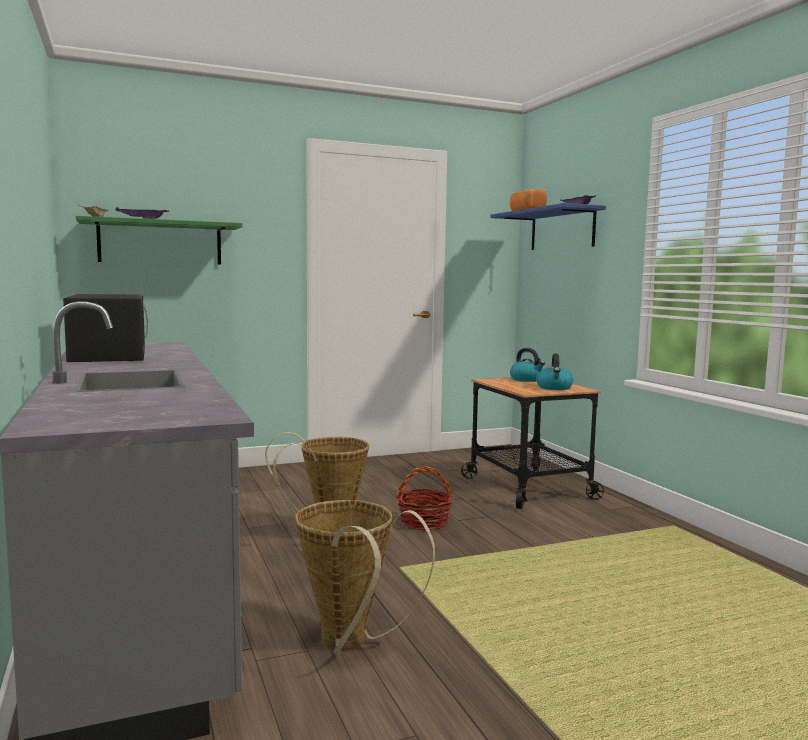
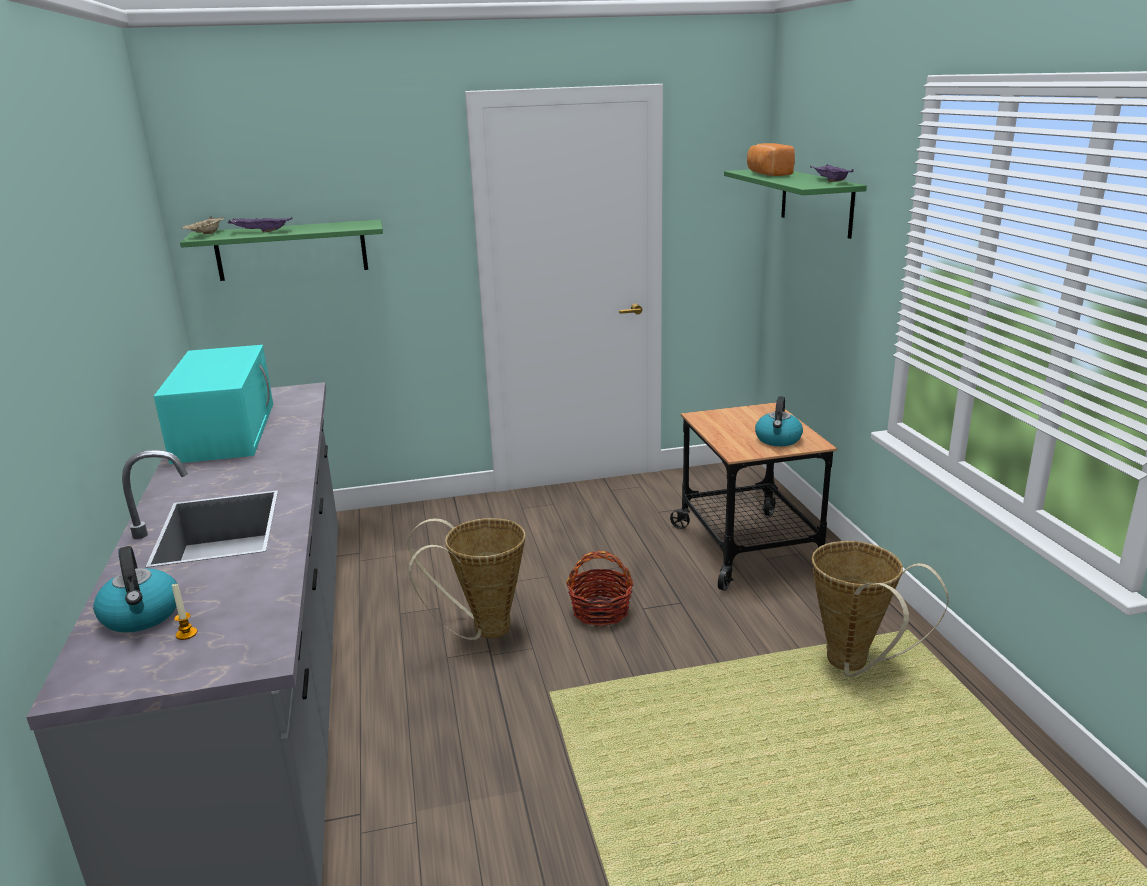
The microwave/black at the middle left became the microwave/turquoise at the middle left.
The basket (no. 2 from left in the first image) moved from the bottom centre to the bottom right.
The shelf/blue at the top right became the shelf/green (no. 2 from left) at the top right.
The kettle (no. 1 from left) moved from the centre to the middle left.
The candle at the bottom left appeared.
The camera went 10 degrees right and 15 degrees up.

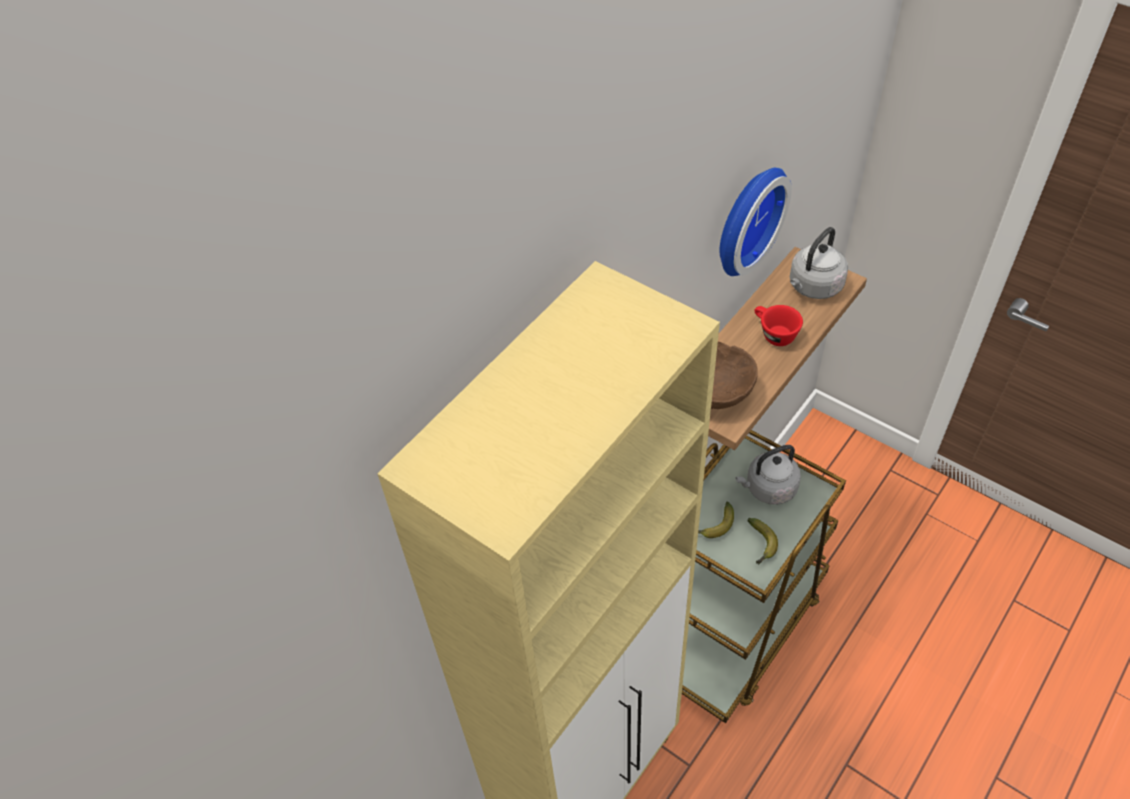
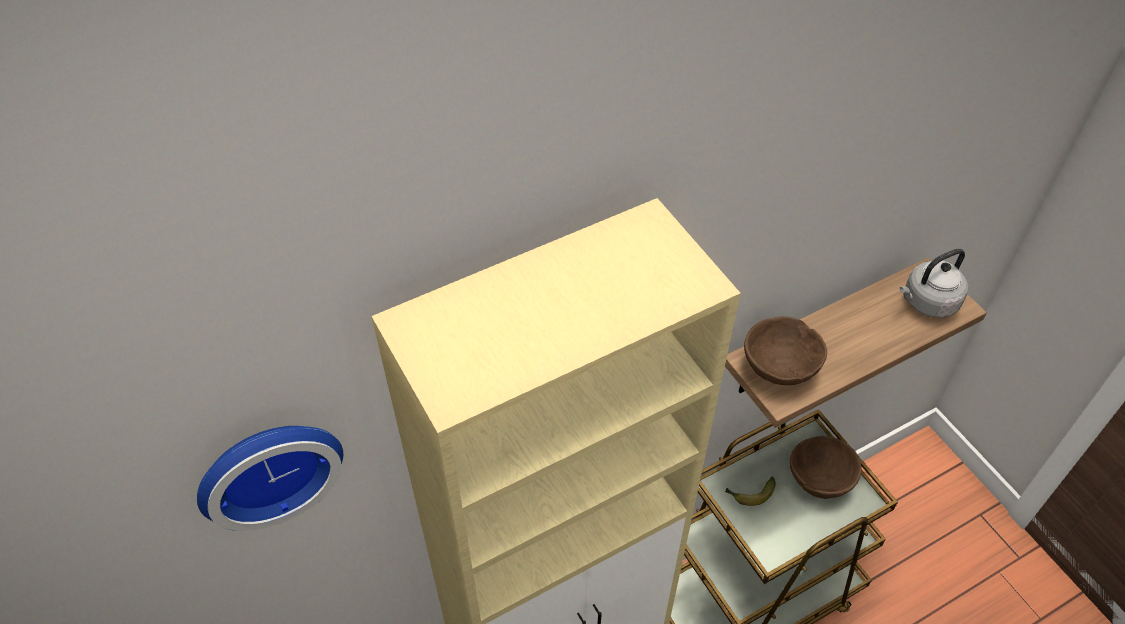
The wall clock moved from the top right to the bottom left.
The kettle/grey (no. 1 from left) at the middle right was replaced by the bowl/brown (no. 2 from left) at the bottom right.
The banana (no. 2 from left) at the bottom right disappeared.
The cup/red at the middle right disappeared.
The camera went 20 degrees right and 0 degrees up.

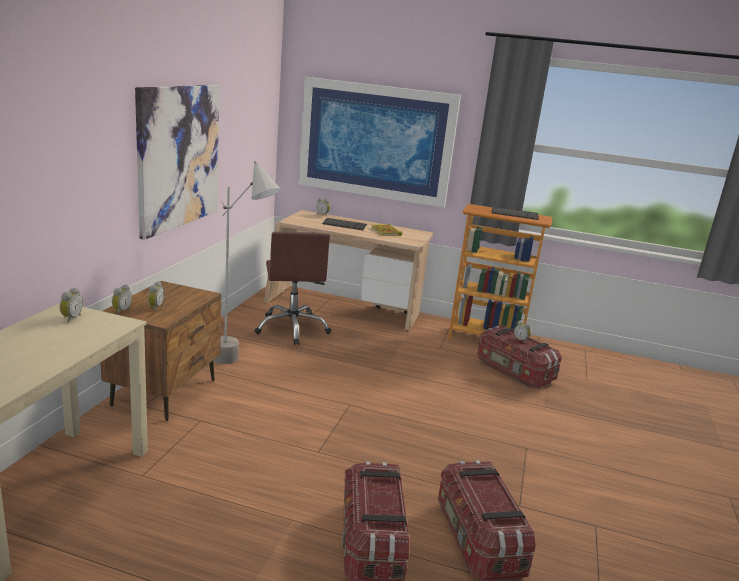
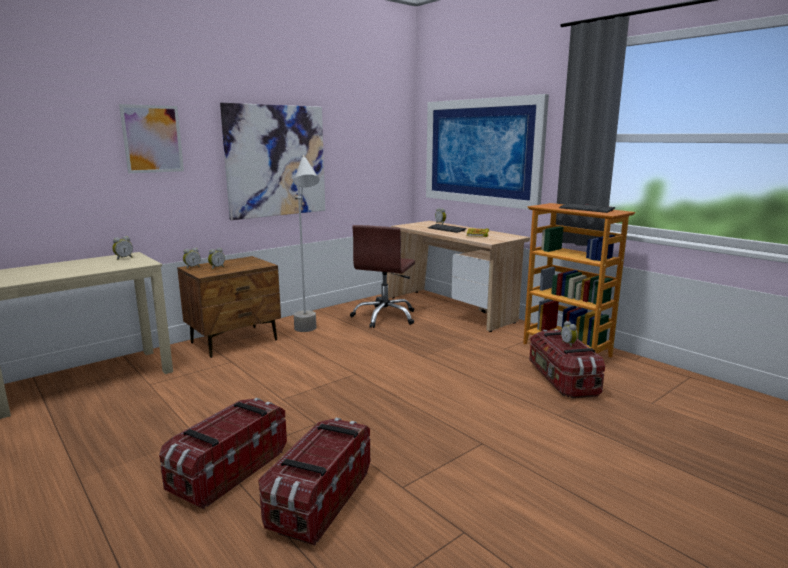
The picture (no. 1 from left) at the top left appeared.
The camera went 35 degrees right and 5 degrees down.

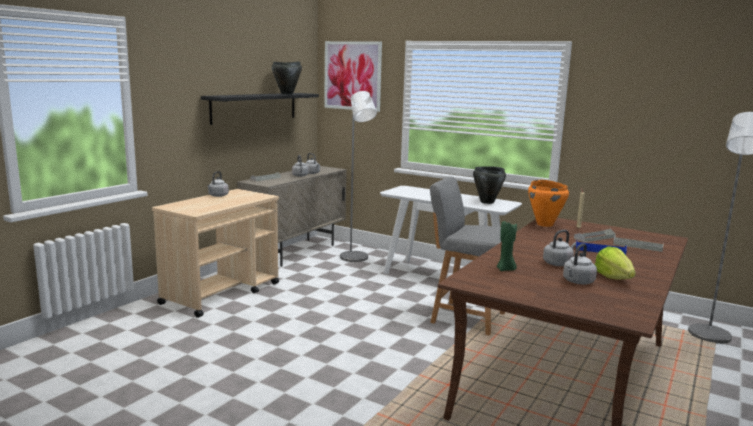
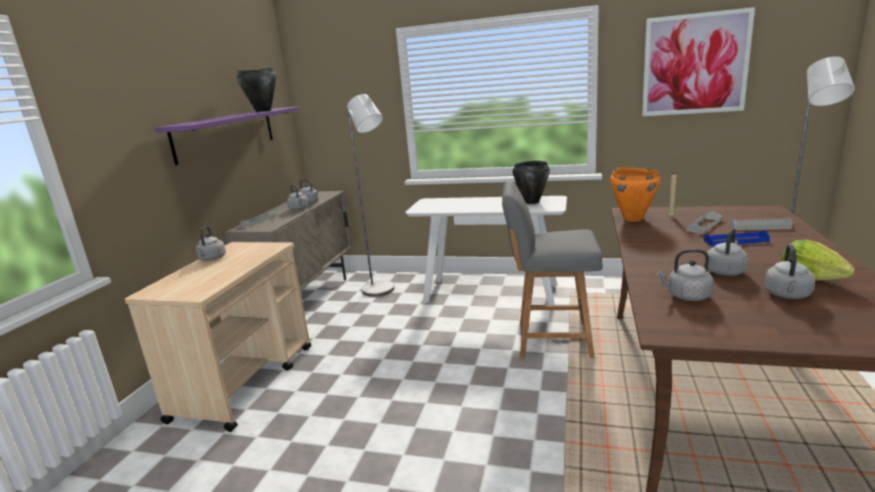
The shelf/black at the top centre became the shelf/purple at the top left.
The picture moved from the top centre to the top right.
The candle/green at the middle right was replaced by the kettle/grey (no. 4 from left) at the middle right.
The camera went 15 degrees left and 5 degrees up.

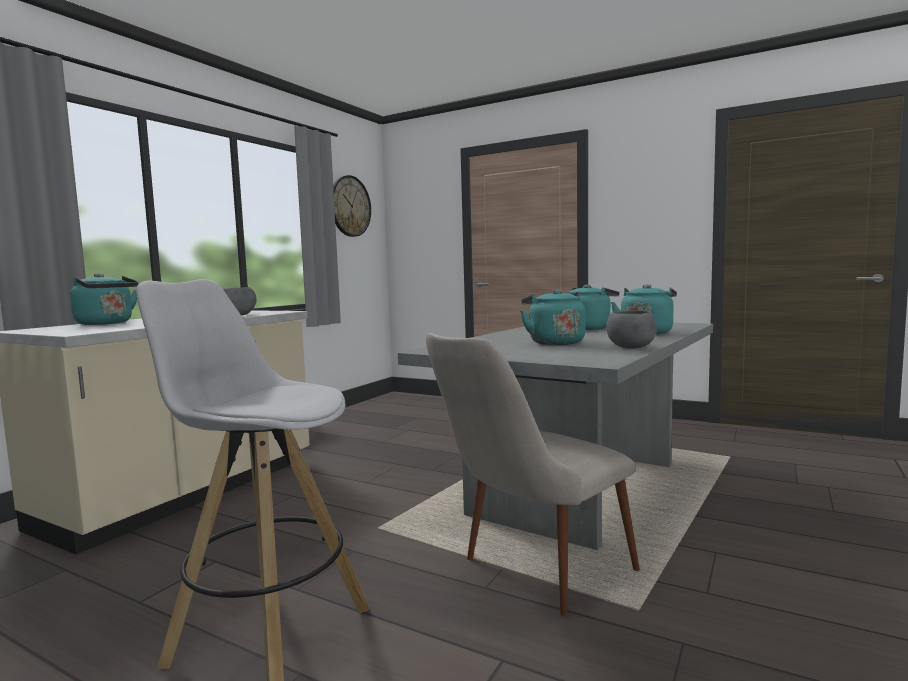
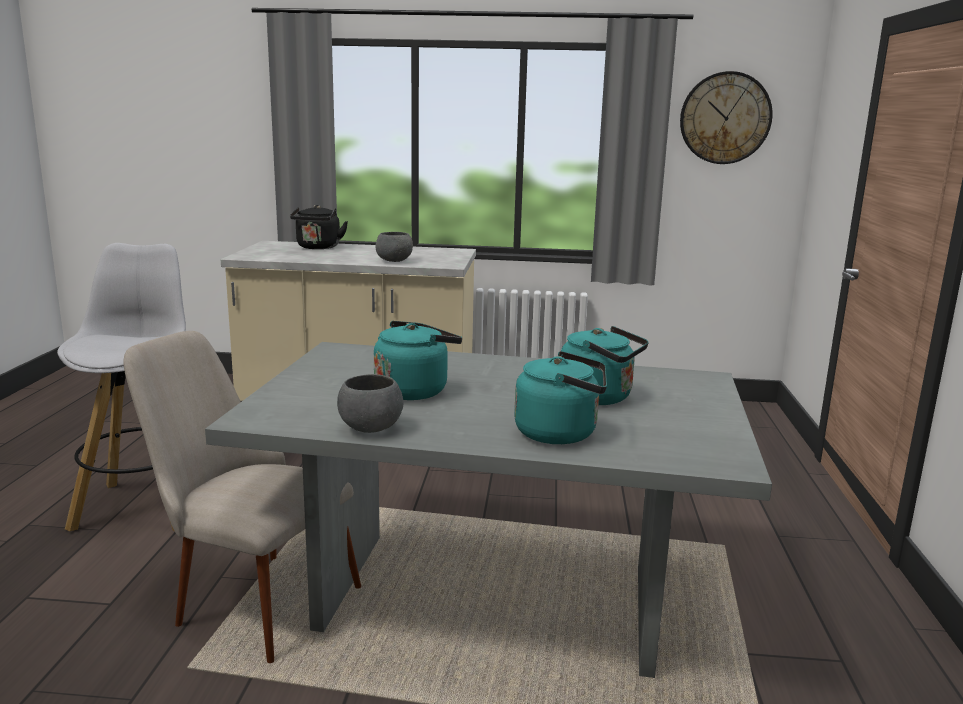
The kettle/turquoise (no. 1 from left) at the middle left became the kettle/black at the top left.
The camera went 65 degrees right and 10 degrees up.

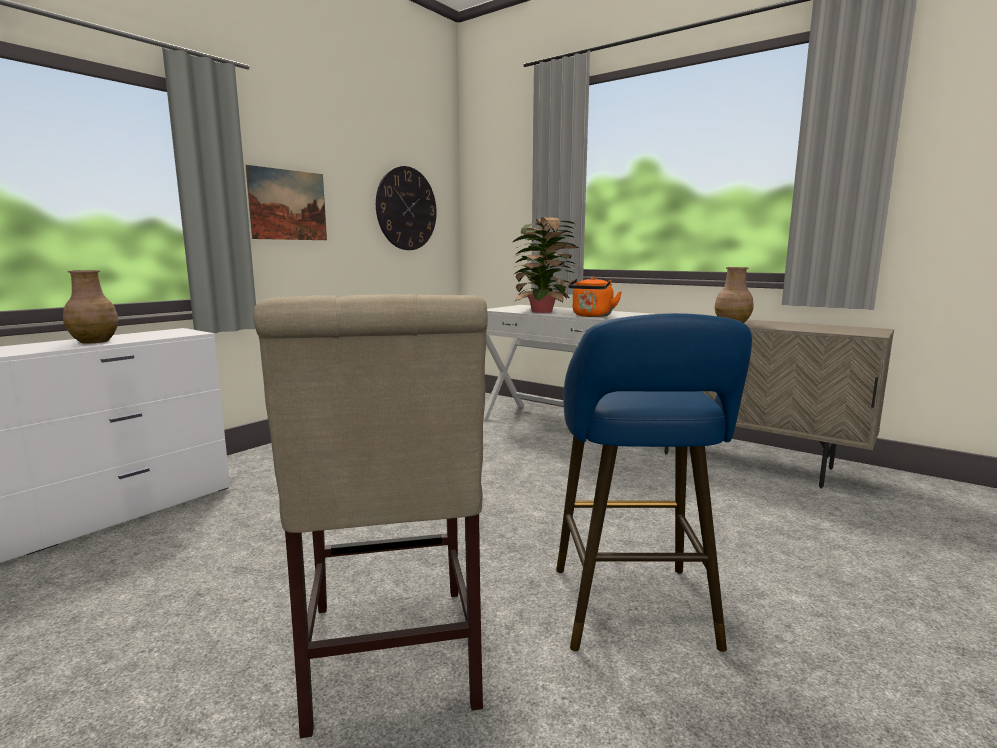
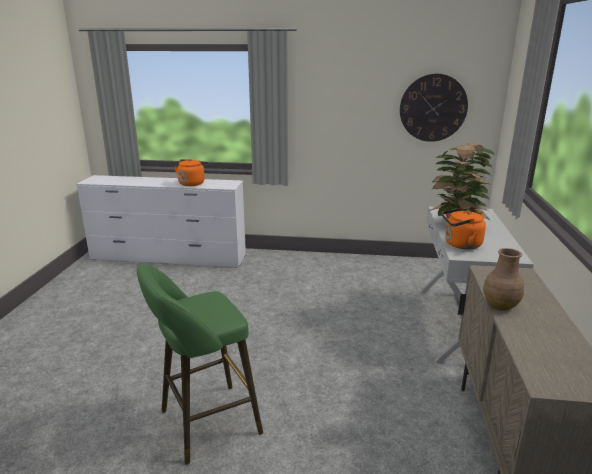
The vase/brown (no. 1 from left) at the middle left was replaced by the kettle/orange (no. 1 from left) at the middle left.
The picture at the top left disappeared.
The chair/beige at the bottom centre disappeared.
The stool/blue at the centre became the stool/green at the bottom centre.
The camera went 60 degrees right and 10 degrees up.

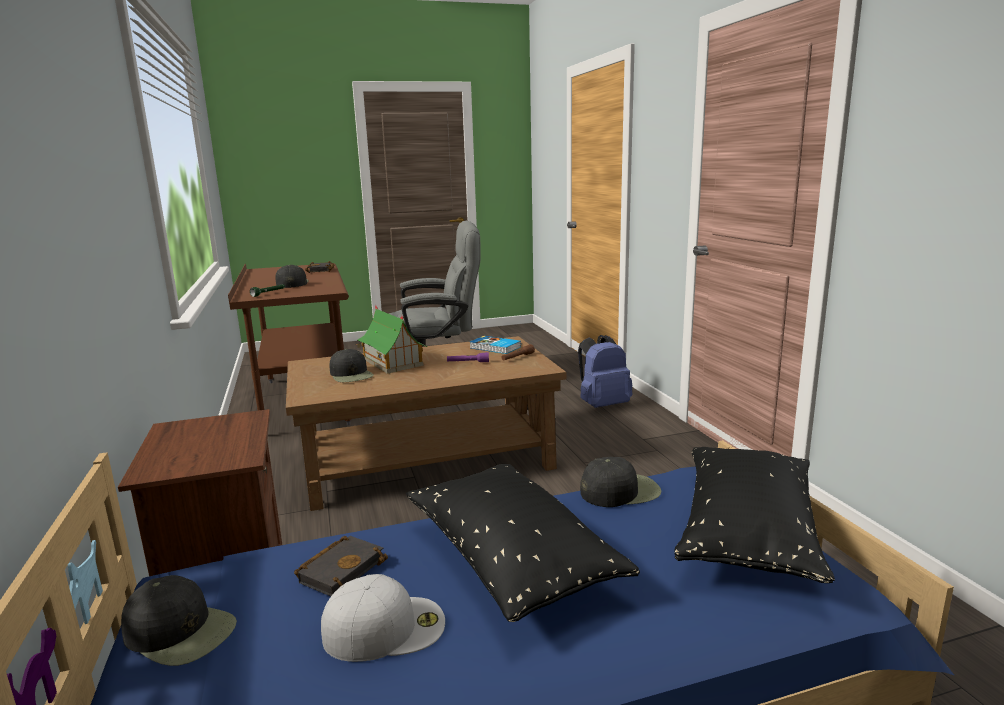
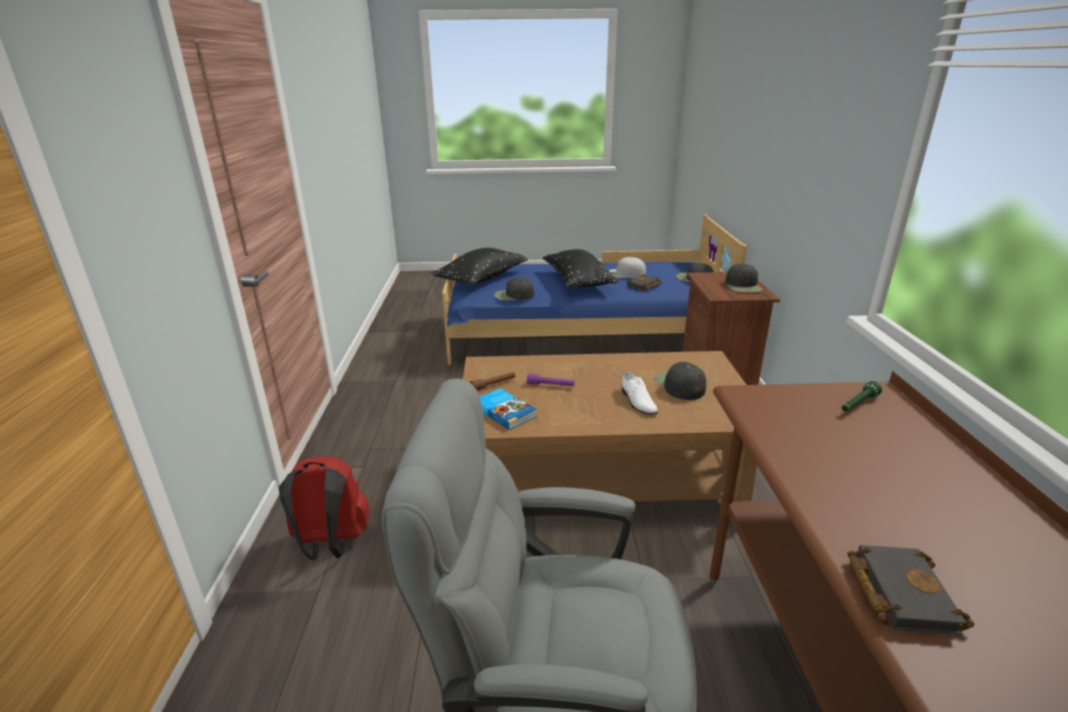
The cap/black (no. 2 from left in the first image) moved from the middle left to the middle right.
The toy house at the centre was replaced by the shoe/white at the centre.
The backpack/blue at the centre became the backpack/red at the bottom left.
The camera went 165 degrees left and 10 degrees up.

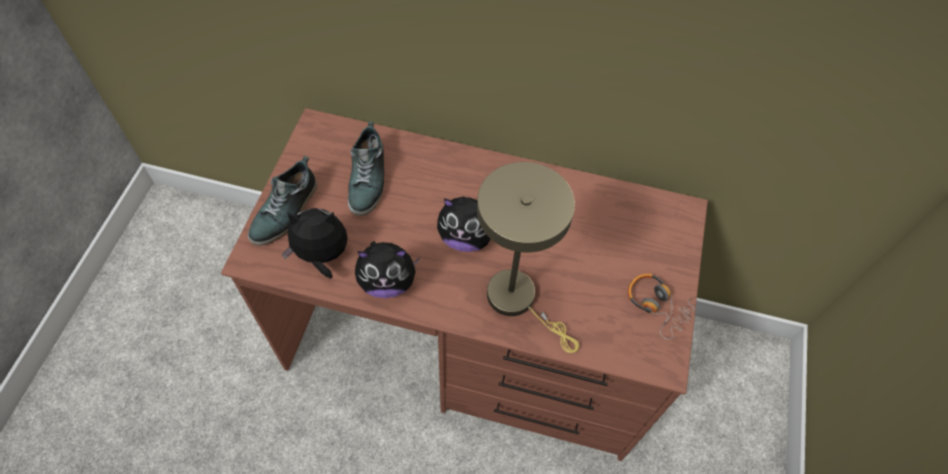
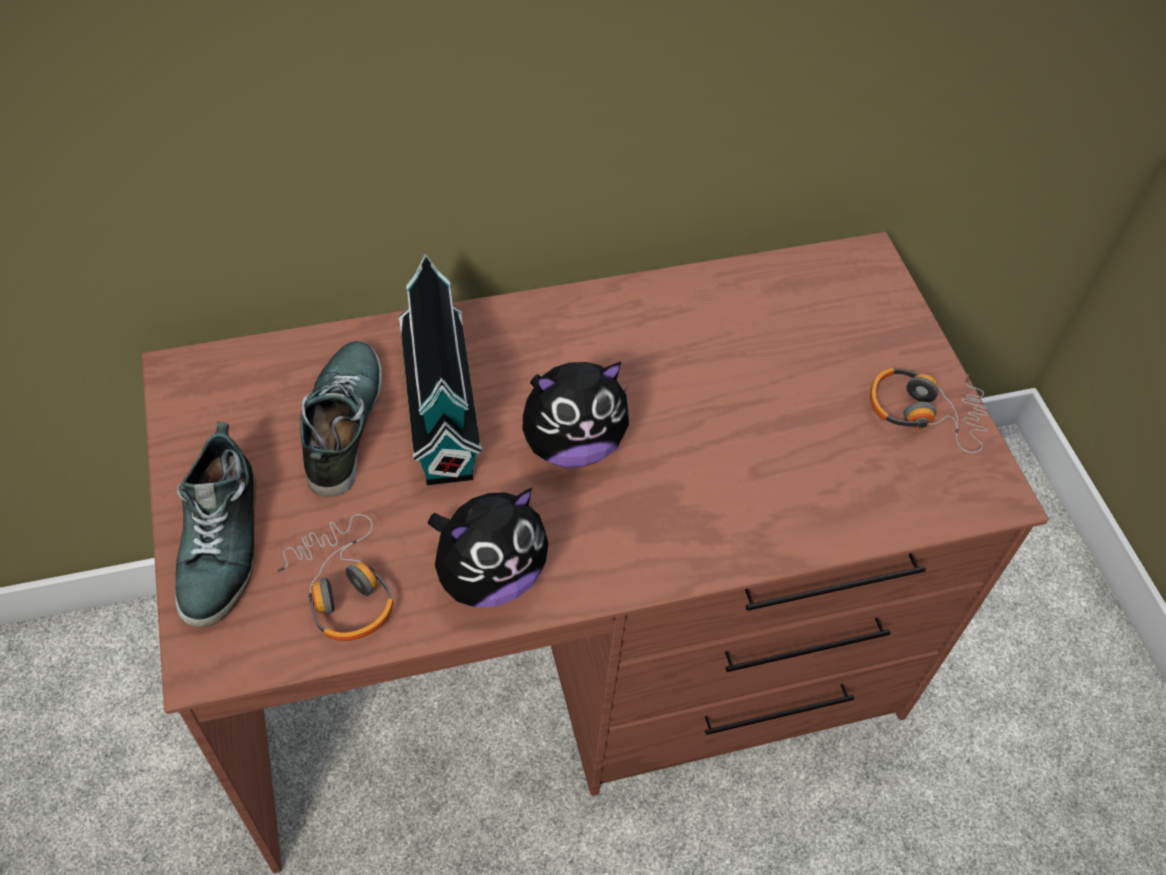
The plush toy (no. 1 from left) at the middle left was replaced by the headphones (no. 1 from left) at the middle left.
The shoe (no. 2 from left) at the centre turned 150 degrees counterclockwise.
The table lamp/beige at the centre disappeared.
The toy house at the centre appeared.
The camera went 30 degrees left and 5 degrees down.

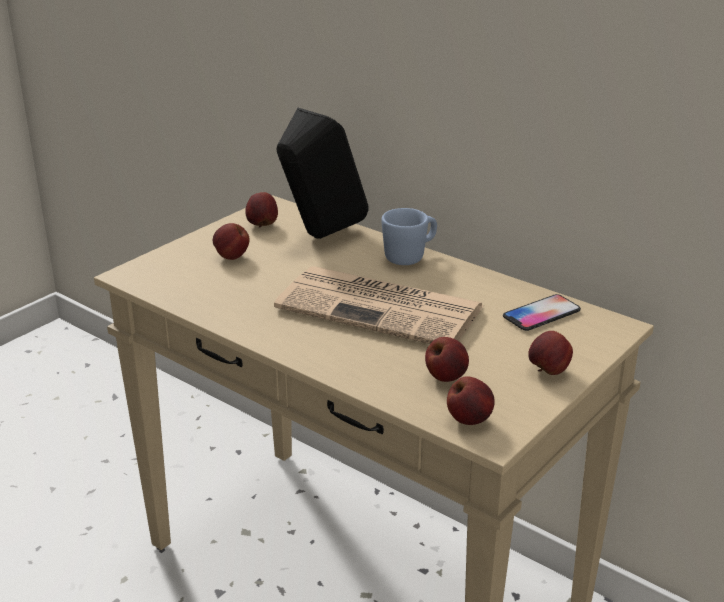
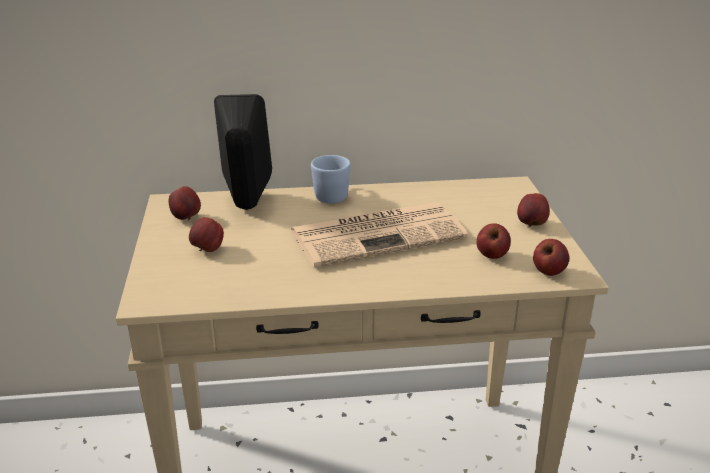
The phone at the middle right disappeared.
The camera went 45 degrees left and 0 degrees up.

